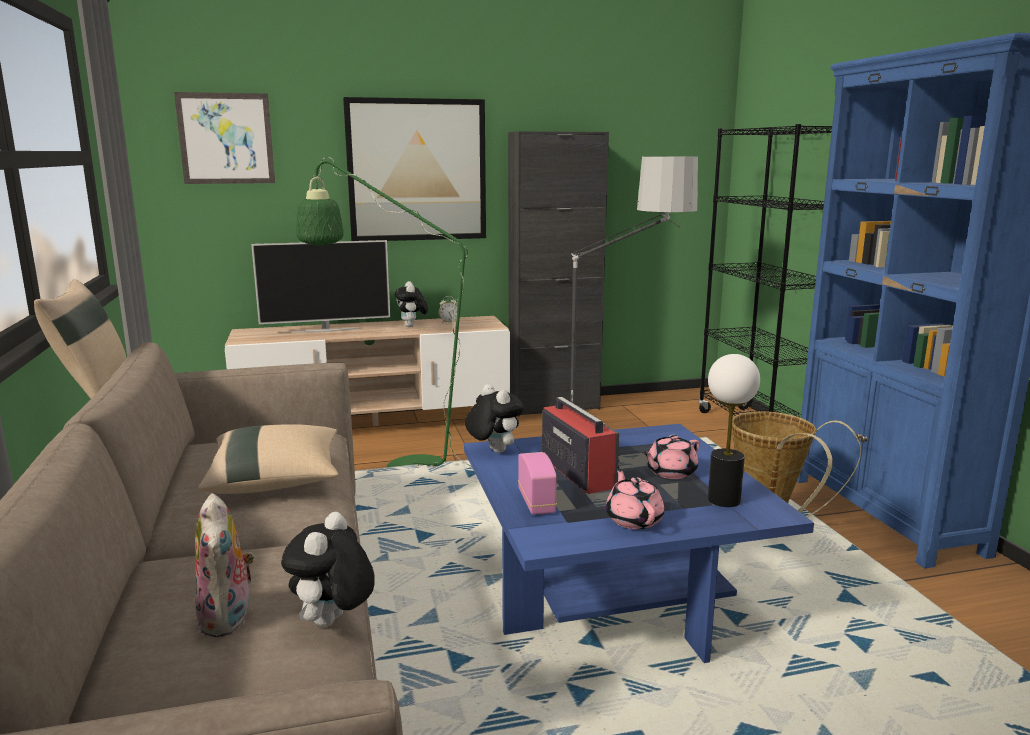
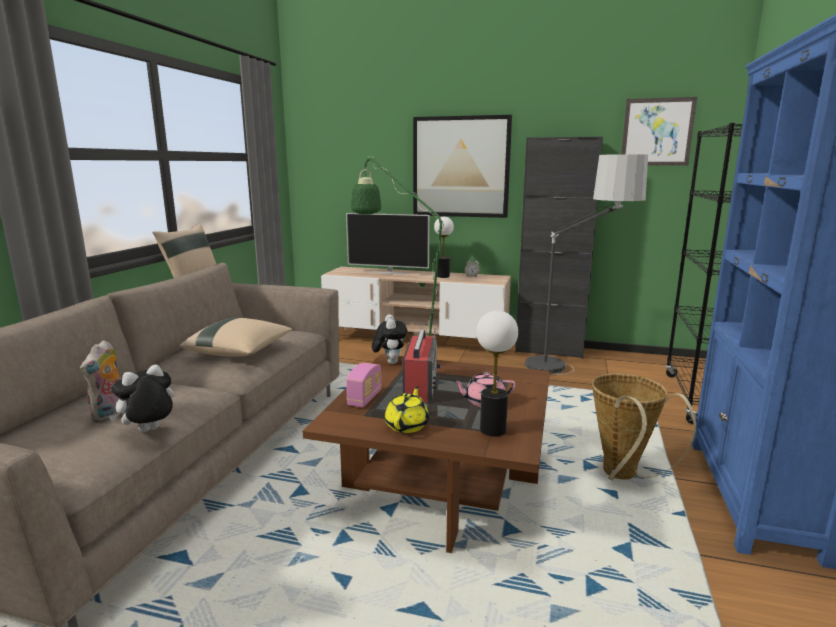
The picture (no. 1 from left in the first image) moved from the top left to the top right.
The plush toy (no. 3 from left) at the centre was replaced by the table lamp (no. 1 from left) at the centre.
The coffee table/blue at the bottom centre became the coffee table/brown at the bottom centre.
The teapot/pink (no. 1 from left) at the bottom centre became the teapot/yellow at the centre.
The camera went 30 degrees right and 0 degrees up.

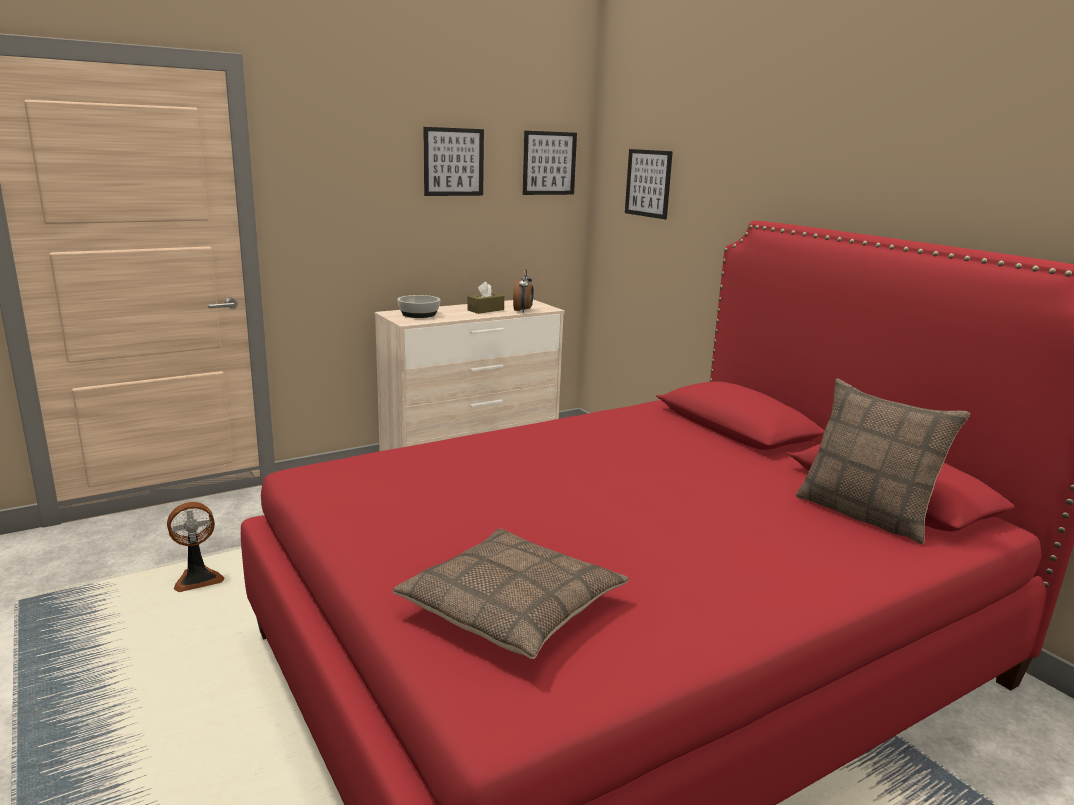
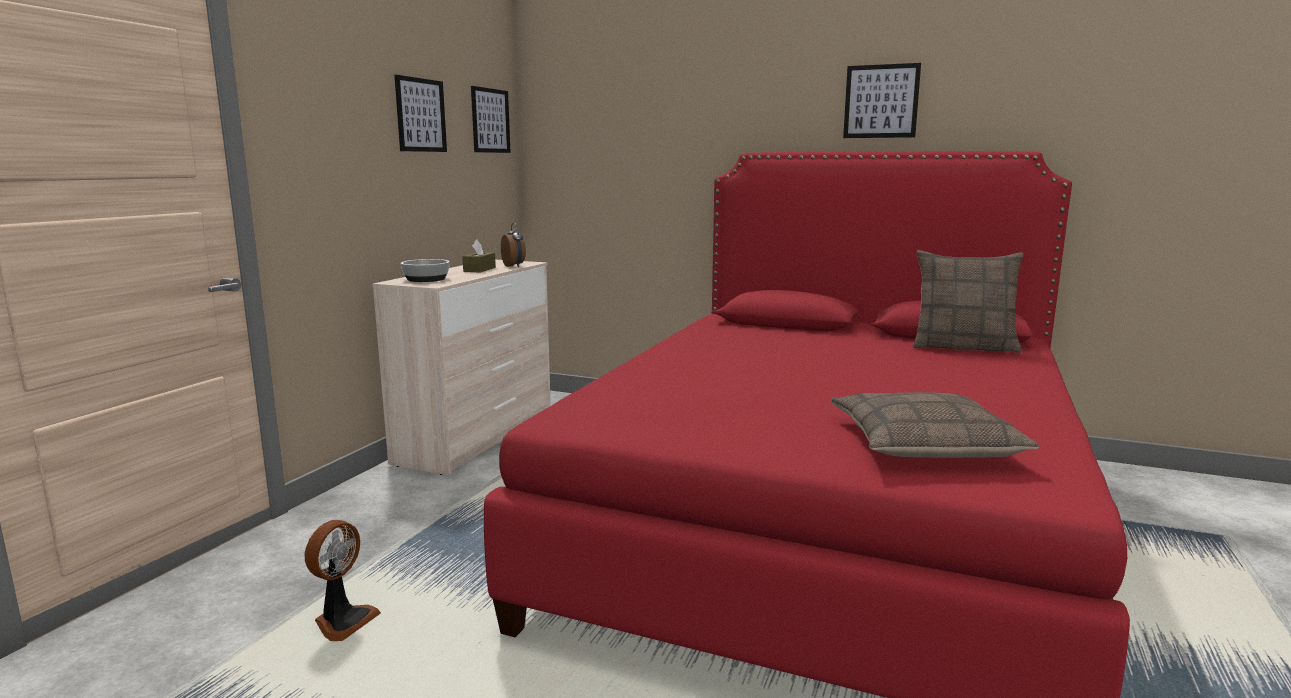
The picture (no. 3 from left) moved from the top centre to the top right.
The camera went 35 degrees left and 5 degrees down.

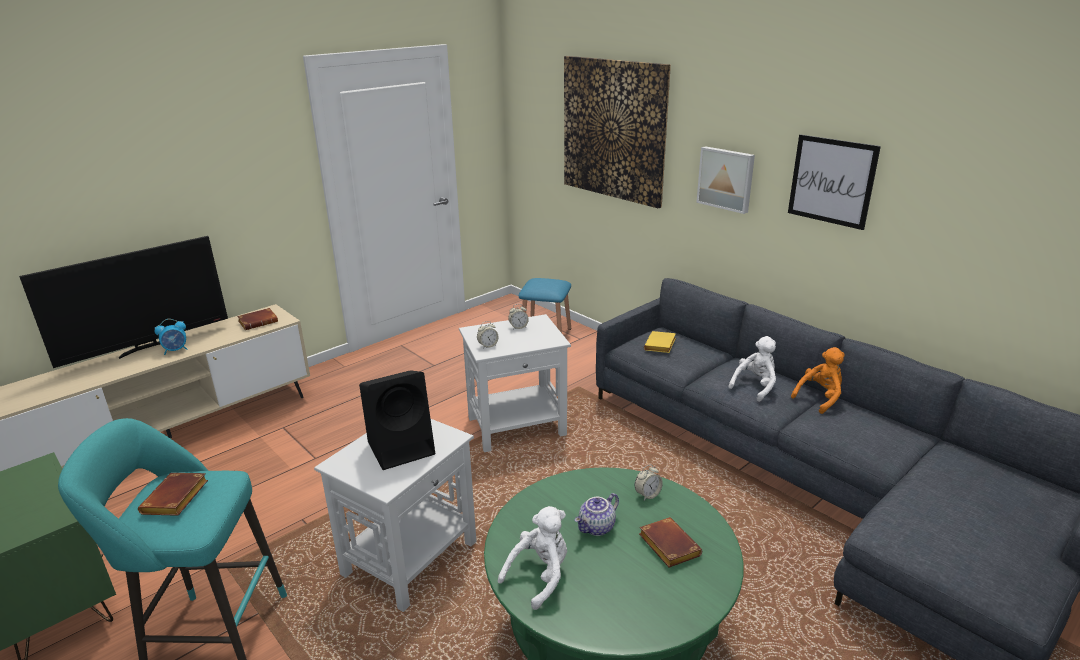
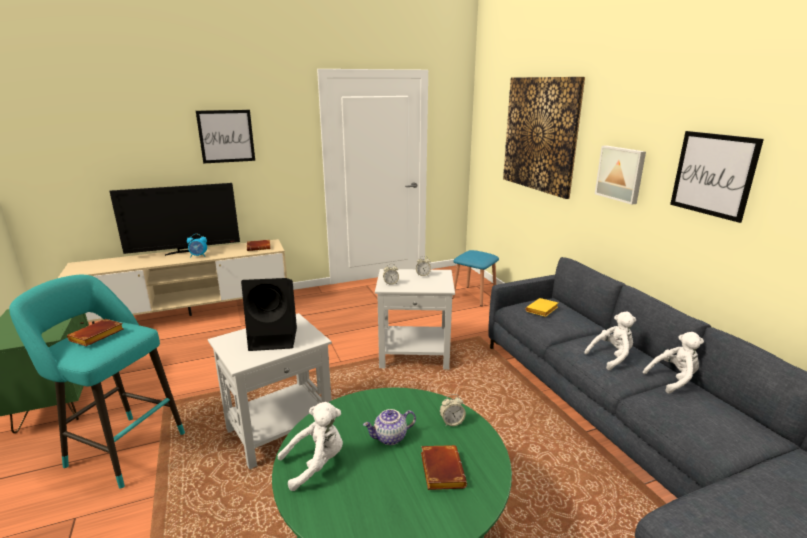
The plush toy/orange at the middle right became the plush toy/white (no. 3 from left) at the bottom right.
The picture (no. 1 from left) at the top left appeared.
The camera went 20 degrees right and 5 degrees down.

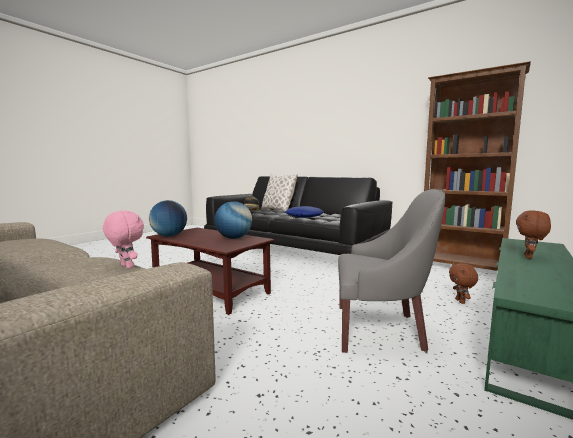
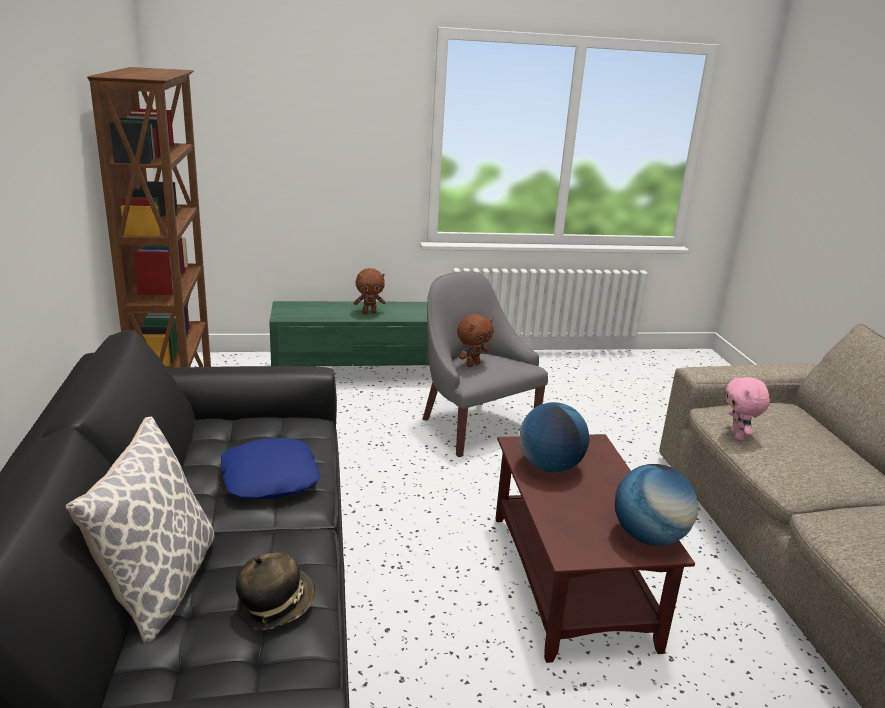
The plush toy/brown (no. 1 from left in the first image) moved from the middle right to the centre.
The camera went 135 degrees left and 15 degrees up.

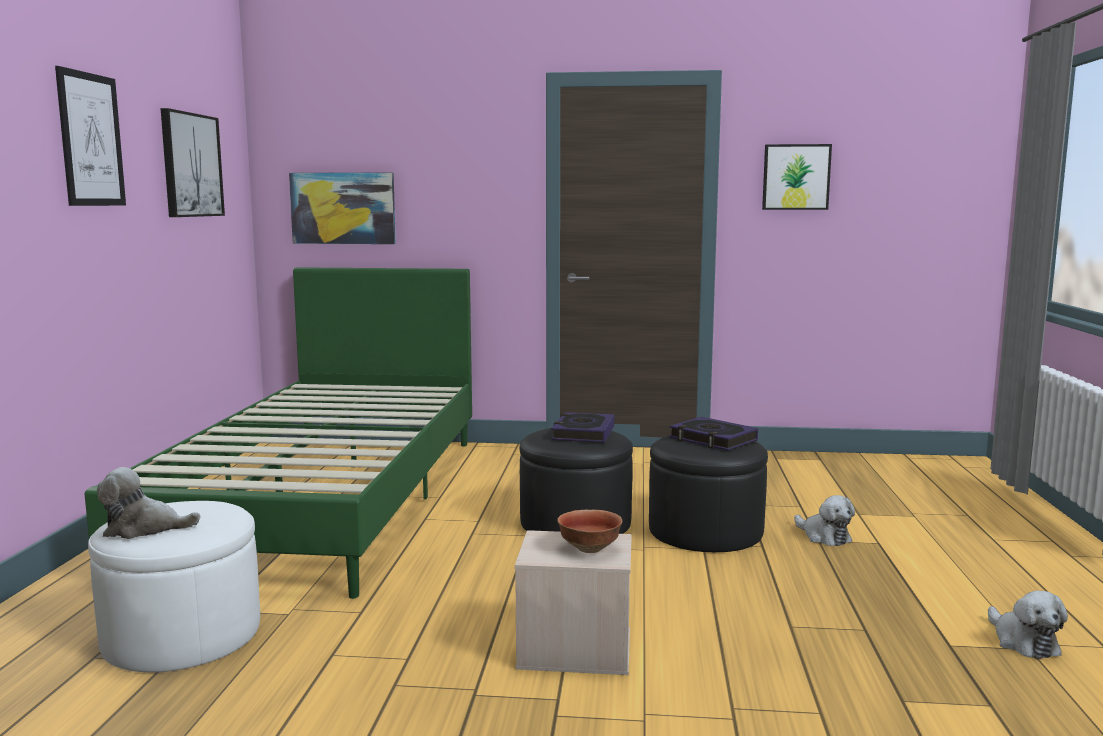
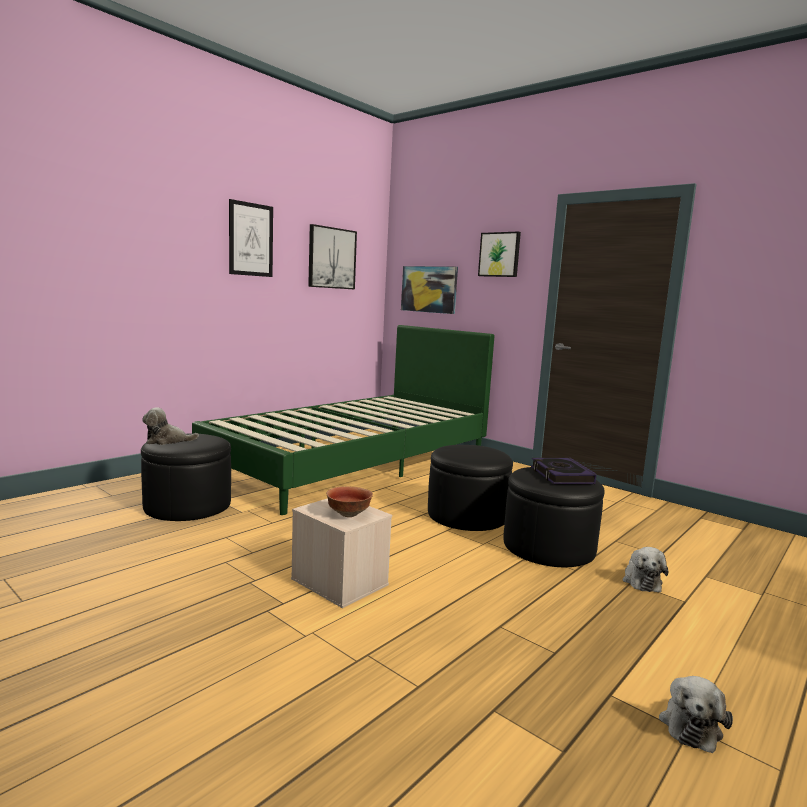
The ottoman/white at the bottom left became the ottoman/black (no. 1 from left) at the middle left.
The plush toy (no. 1 from left) at the bottom left turned 45 degrees counterclockwise.
The book (no. 1 from left) at the centre disappeared.
The picture (no. 4 from left) moved from the top right to the top centre.
The camera went 35 degrees right and 0 degrees up.

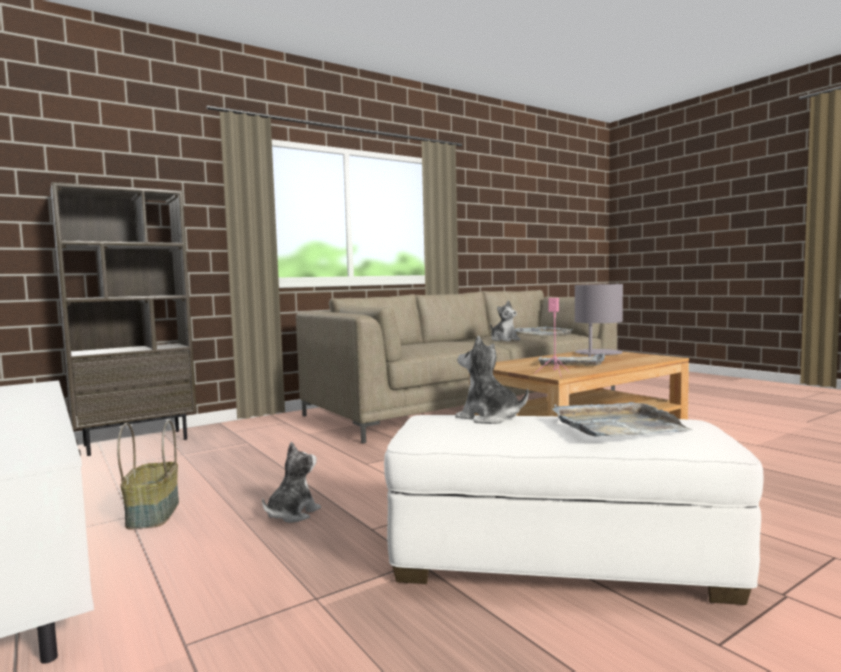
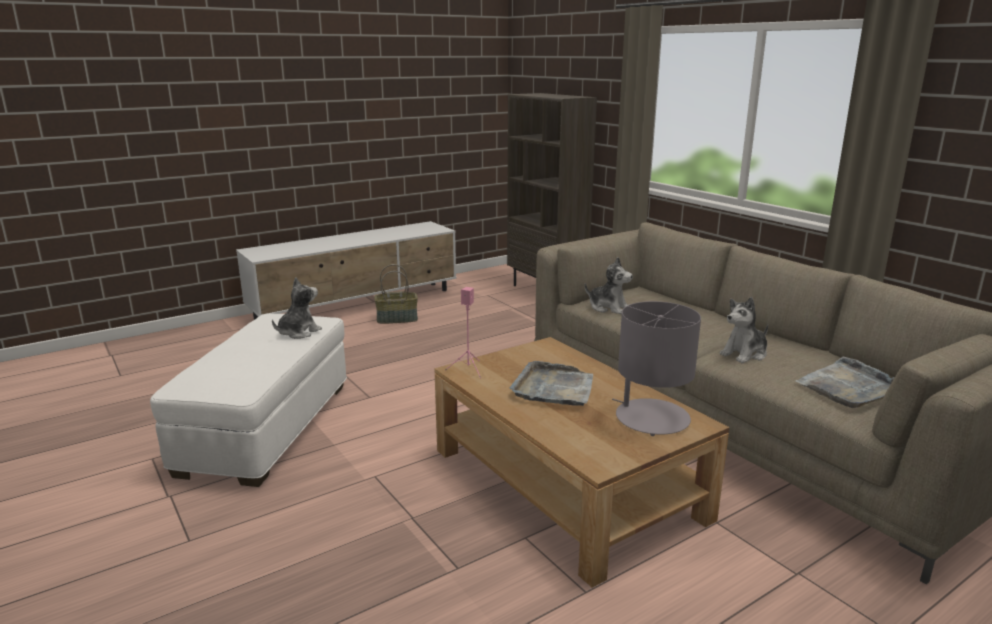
The plush toy (no. 1 from left in the first image) moved from the bottom centre to the centre.
The tray/grey (no. 3 from left) at the middle right disappeared.
The camera went 90 degrees right and 15 degrees up.

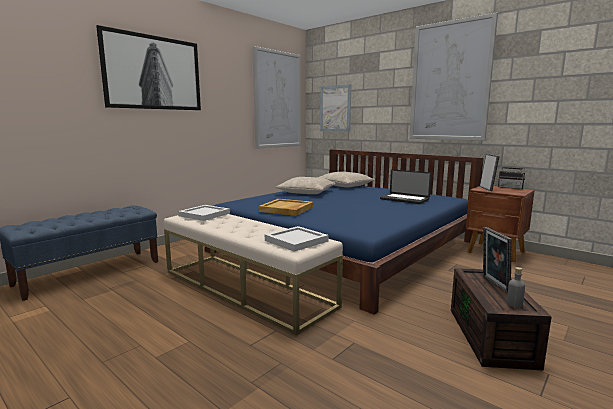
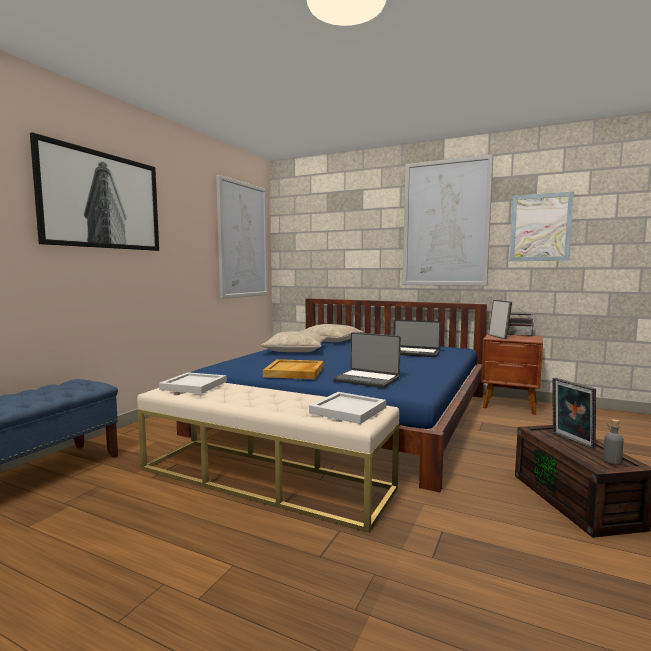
The picture (no. 3 from left in the first image) moved from the top centre to the middle right.
The laptop (no. 1 from left) at the centre appeared.
The camera went 15 degrees left and 5 degrees down.

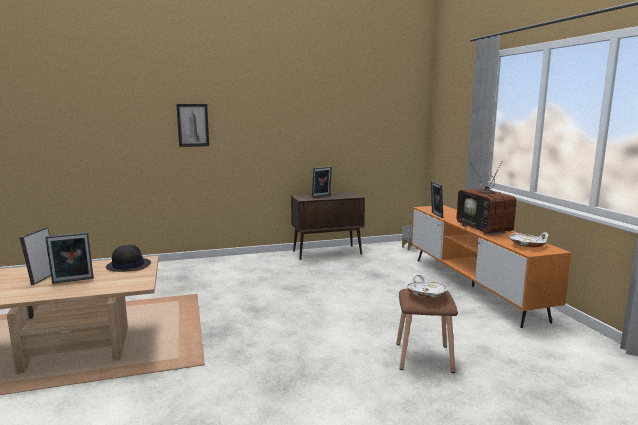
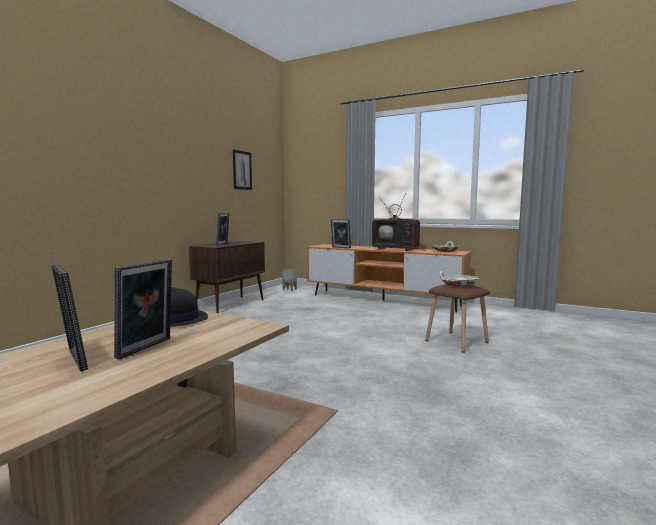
The picture moved from the top left to the top centre.
The camera went 45 degrees left and 5 degrees down.

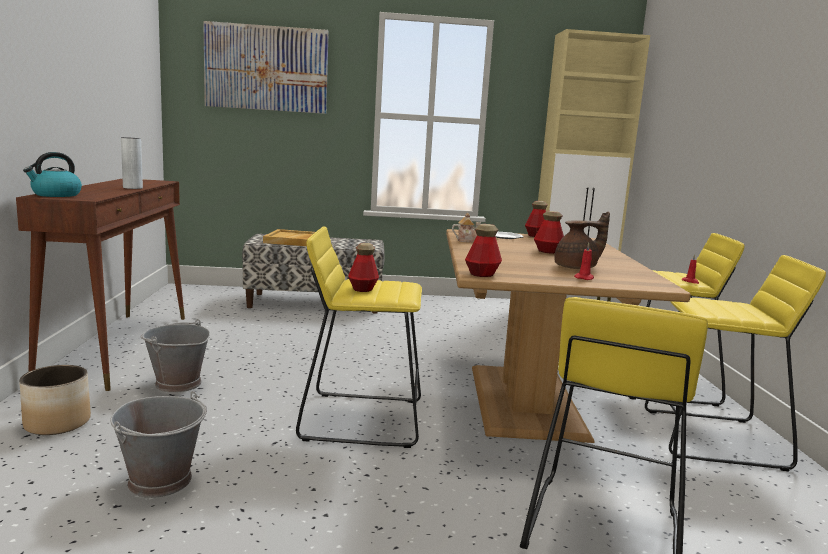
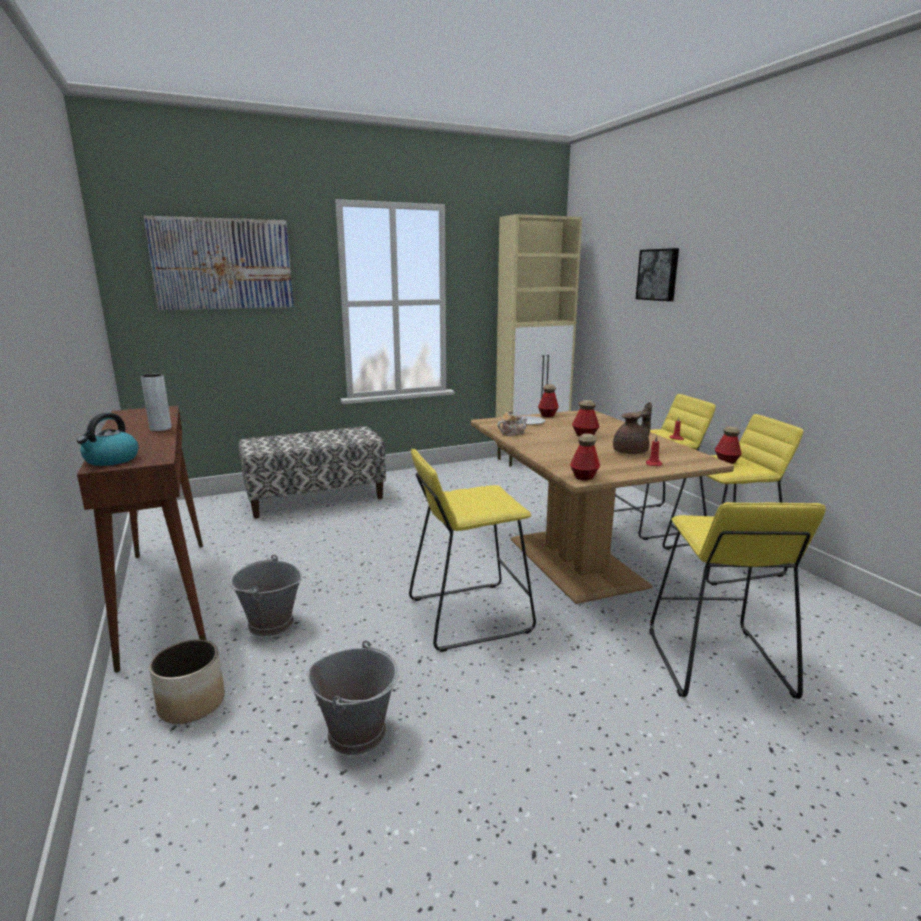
The tray/beige at the centre disappeared.
The bottle (no. 1 from left in the first image) moved from the centre to the middle right.
The picture (no. 2 from left) at the top right appeared.
The camera went 20 degrees left and 5 degrees up.

